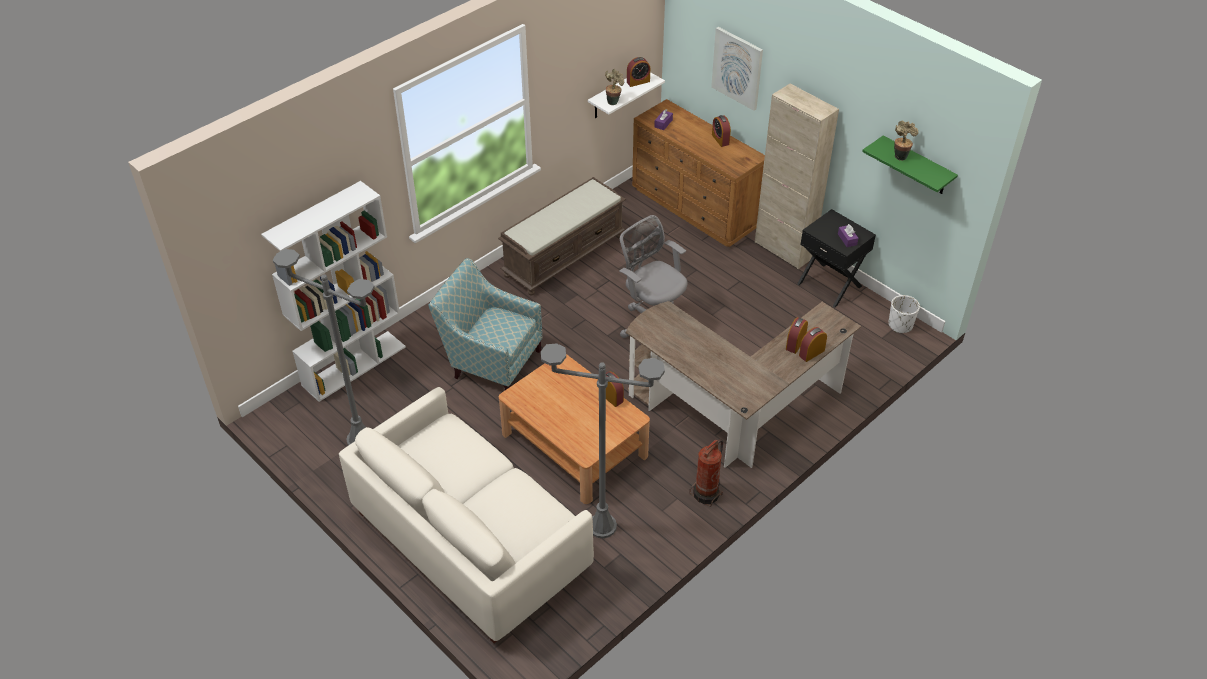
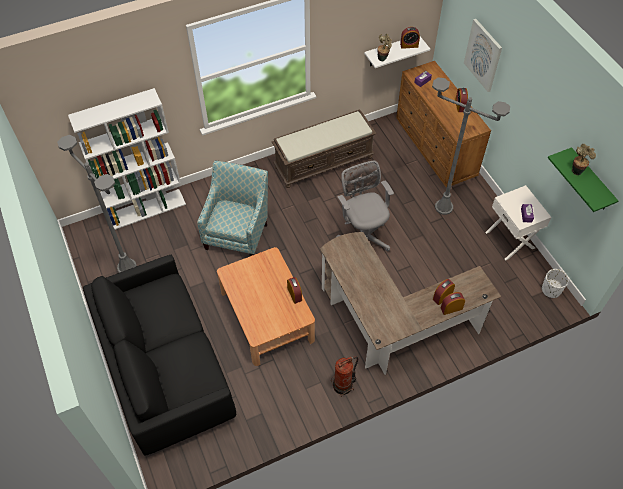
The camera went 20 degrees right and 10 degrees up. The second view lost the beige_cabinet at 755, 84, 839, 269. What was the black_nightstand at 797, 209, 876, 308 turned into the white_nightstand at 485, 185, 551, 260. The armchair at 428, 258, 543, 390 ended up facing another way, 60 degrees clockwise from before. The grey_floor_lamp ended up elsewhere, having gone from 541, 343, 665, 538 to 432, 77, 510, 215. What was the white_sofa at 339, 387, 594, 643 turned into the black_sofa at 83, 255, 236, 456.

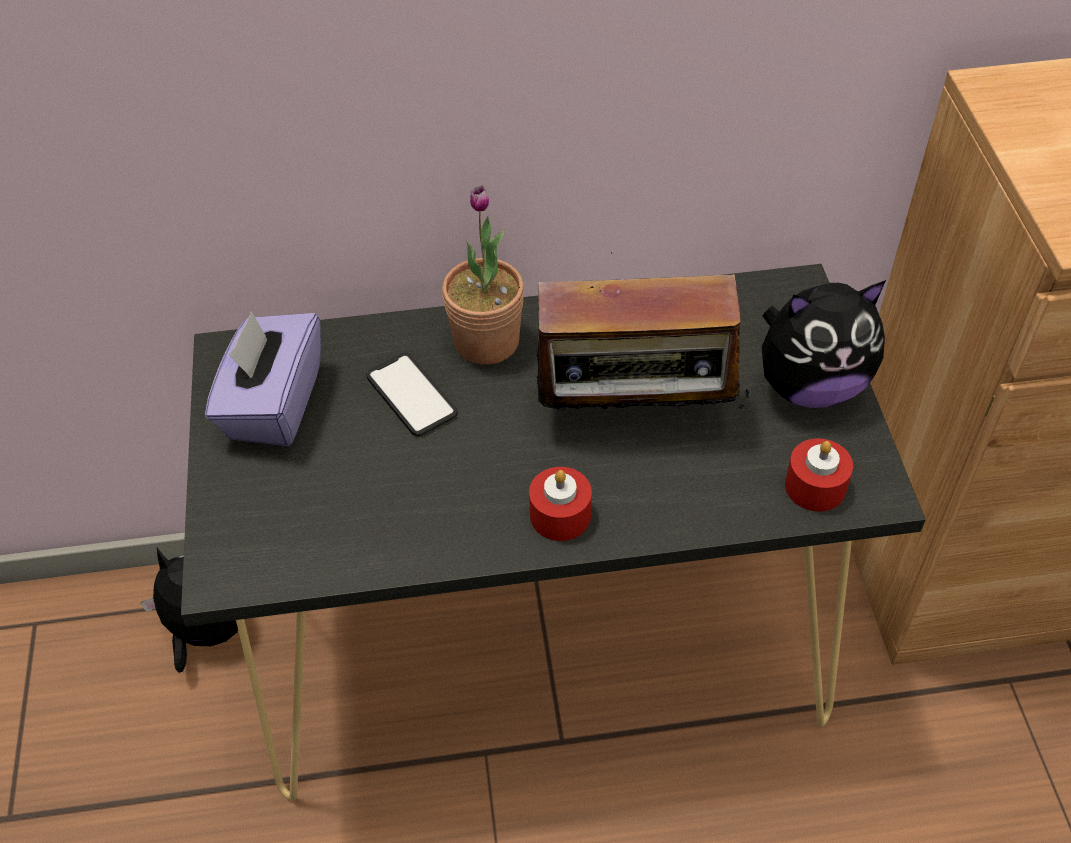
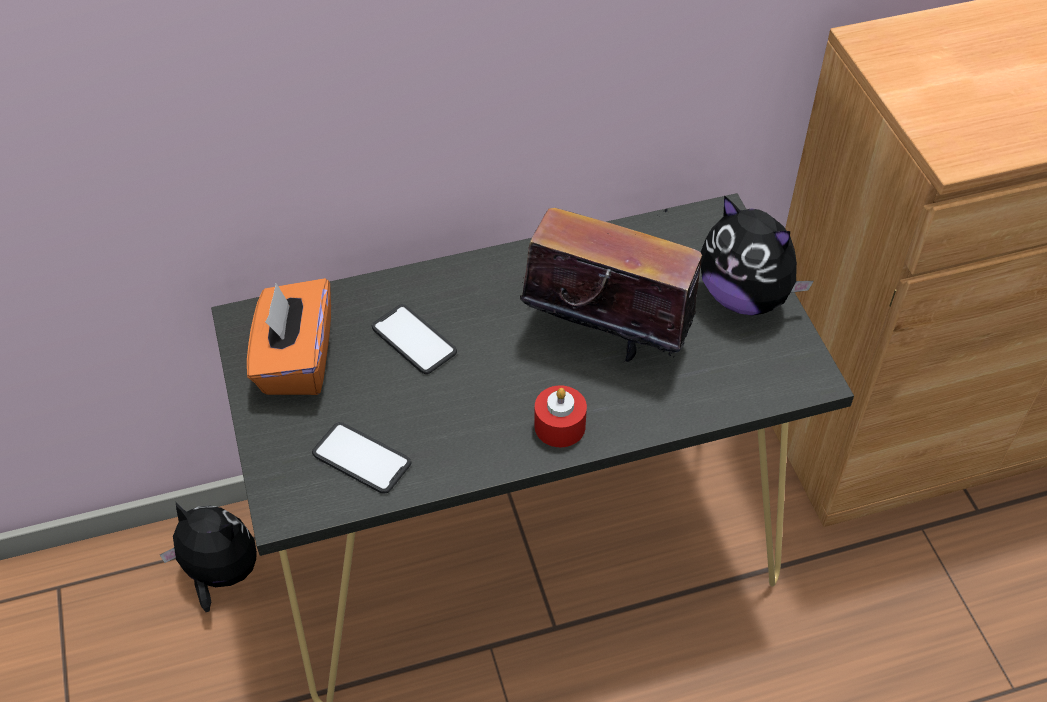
The camera went 10 degrees left and 0 degrees up. The second view lost the potted_plant at 442, 185, 524, 365. The radio at 519, 253, 750, 444 ended up facing another way, 150 degrees counterclockwise from before. The plush_toy at 762, 280, 886, 408 ended up facing another way, 60 degrees clockwise from before. What was the purple_tissue_box at 205, 312, 321, 446 turned into the orange_tissue_box at 247, 278, 331, 395. The second view lost the red_candle at 785, 438, 853, 512. The second view gained the phone at 312, 422, 411, 494.

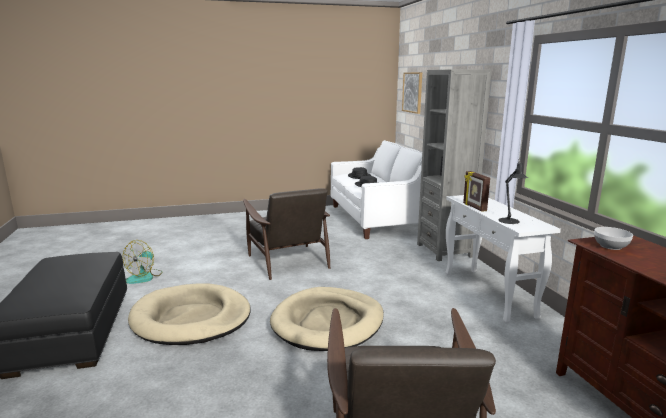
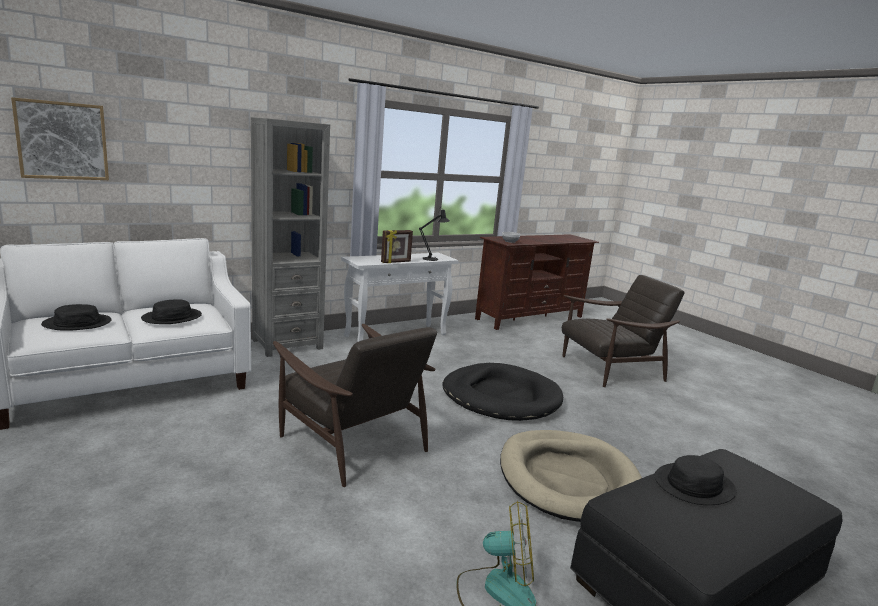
The camera went 110 degrees left and 0 degrees up. The brown_armchair at 243, 188, 330, 280 ended up facing another way, 90 degrees clockwise from before. What was the beige_dog_bed at 270, 287, 384, 351 turned into the black_dog_bed at 442, 363, 563, 421. The second view gained the black_hat at 655, 455, 737, 505.

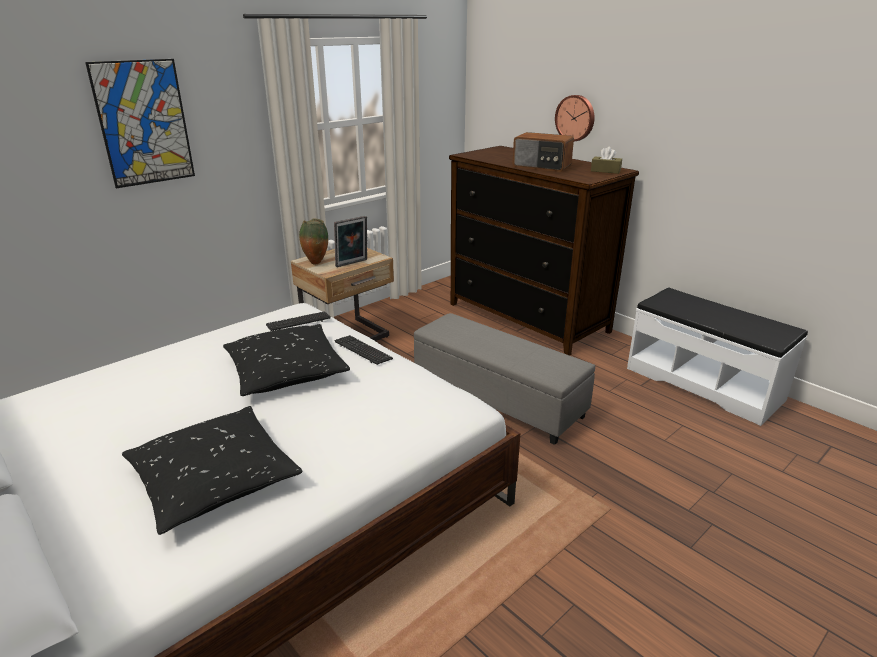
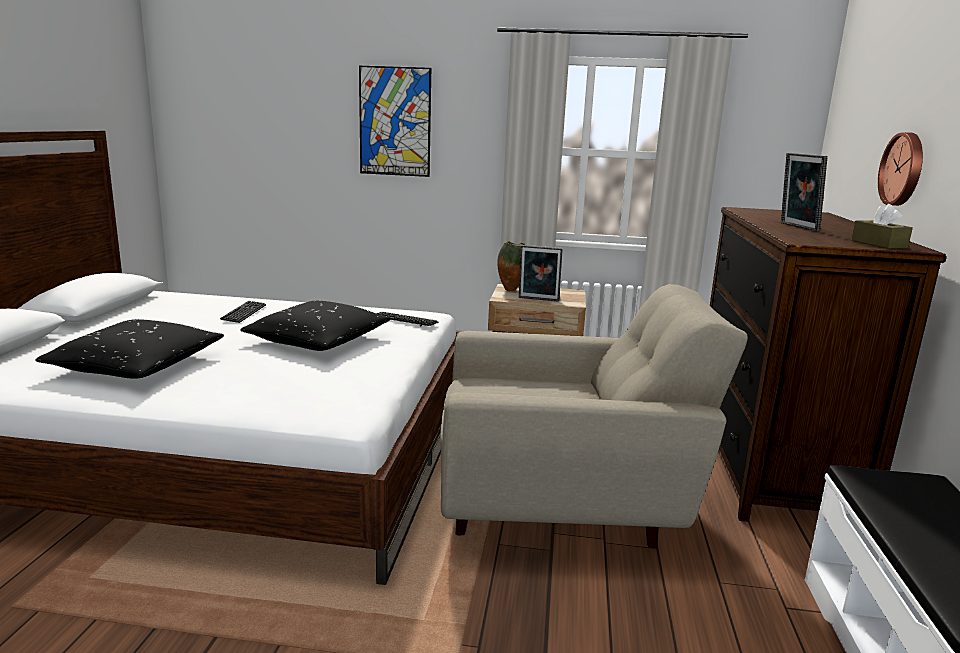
The camera went 50 degrees right and 10 degrees down. Where the radio stood at 512, 132, 574, 172, the picture_frame came to stand at 781, 153, 827, 231. Where the grey_ottoman stood at 414, 313, 595, 445, the beige_armchair came to stand at 440, 284, 748, 548. The keyboard ended up elsewhere, having gone from 334, 335, 393, 365 to 220, 301, 266, 323.

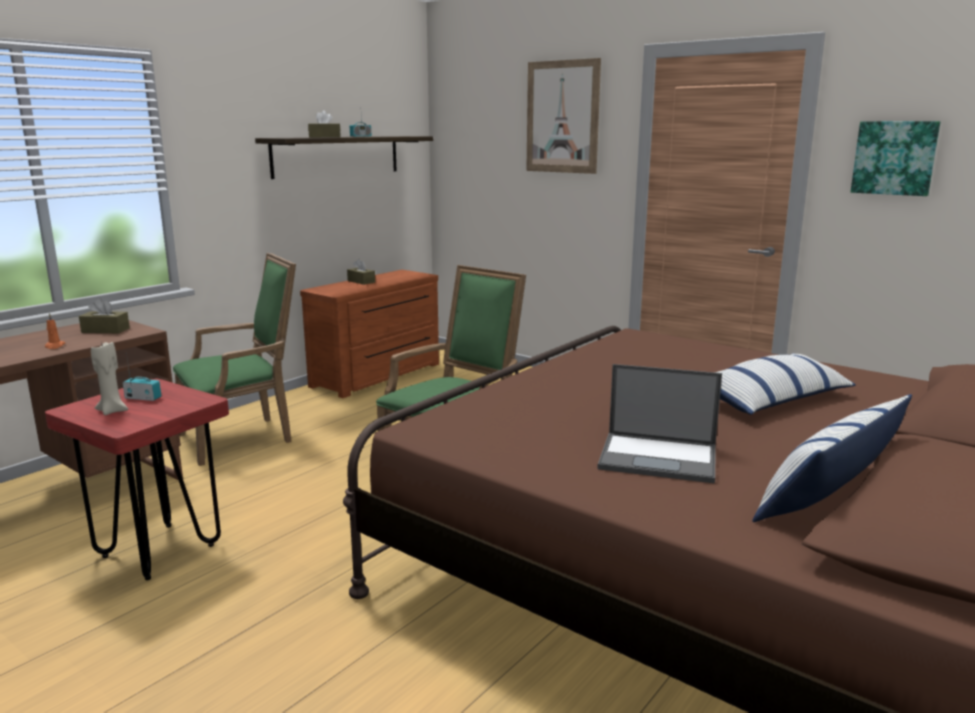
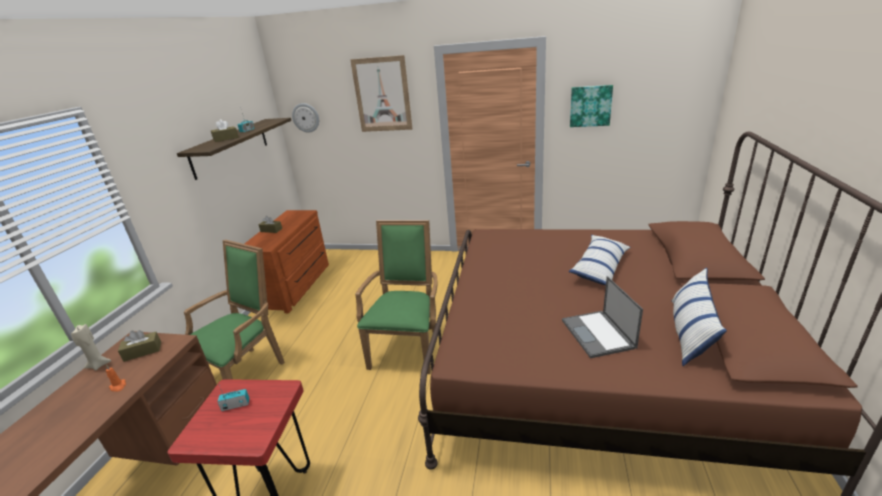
The camera went 25 degrees left and 10 degrees up. The beige_candle ended up elsewhere, having gone from 91, 341, 128, 415 to 71, 324, 111, 370. The laptop at 597, 364, 722, 483 ended up facing another way, 90 degrees clockwise from before. The second view gained the wall_clock at 292, 103, 319, 133.

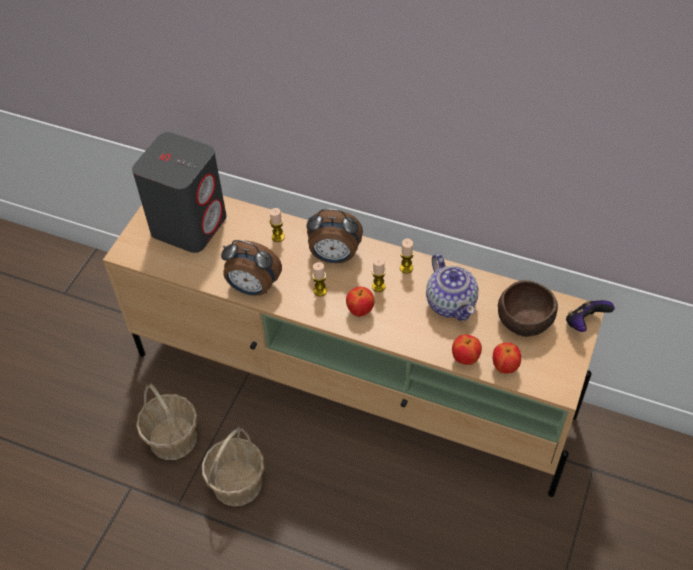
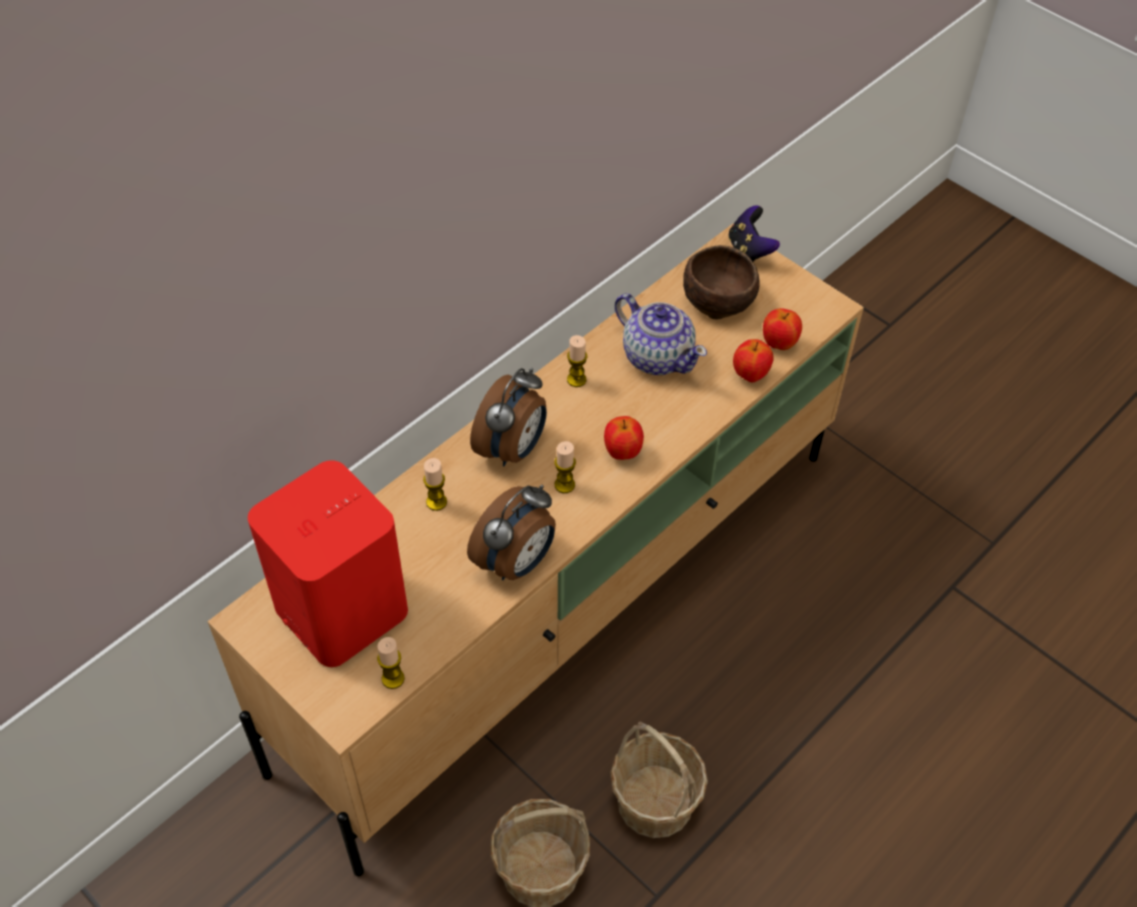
The camera went 70 degrees left and 0 degrees up. What was the grey_speaker at 132, 132, 227, 253 turned into the red_speaker at 248, 460, 408, 667. The teapot at 426, 254, 478, 321 ended up facing another way, 45 degrees clockwise from before. The candle ended up elsewhere, having gone from 372, 258, 386, 292 to 377, 637, 405, 689.

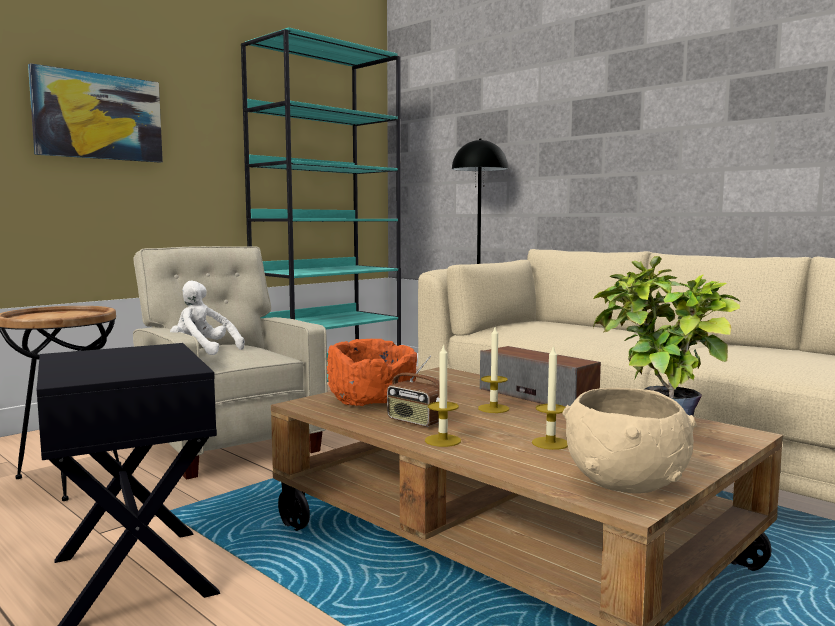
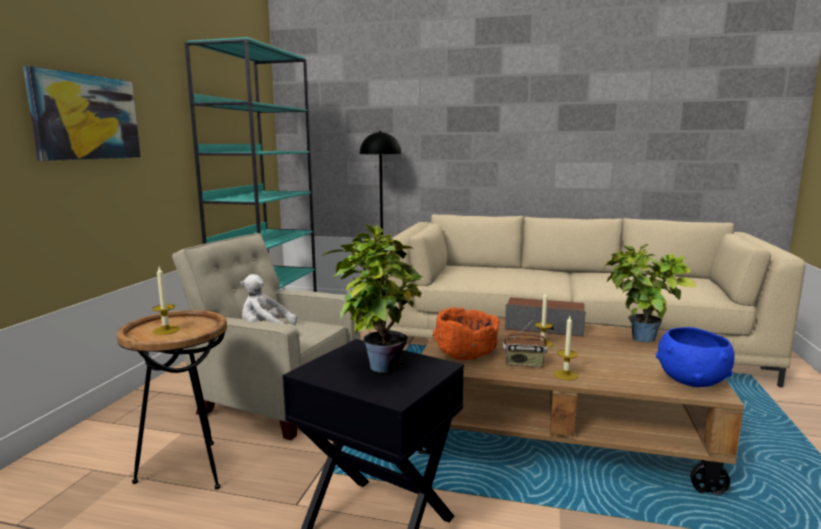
The camera went 30 degrees left and 5 degrees up. The candle ended up elsewhere, having gone from 532, 346, 568, 450 to 152, 267, 180, 335. What was the beige_bowl at 563, 388, 697, 494 turned into the blue_bowl at 656, 327, 735, 387. The second view gained the potted_plant at 322, 224, 423, 372.

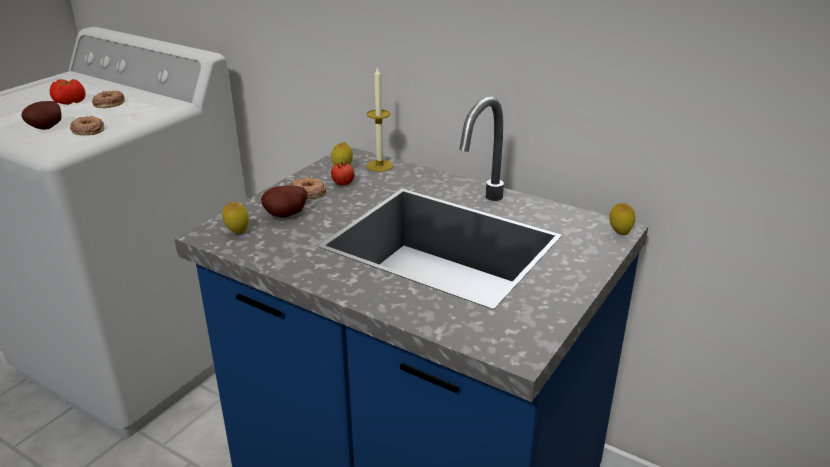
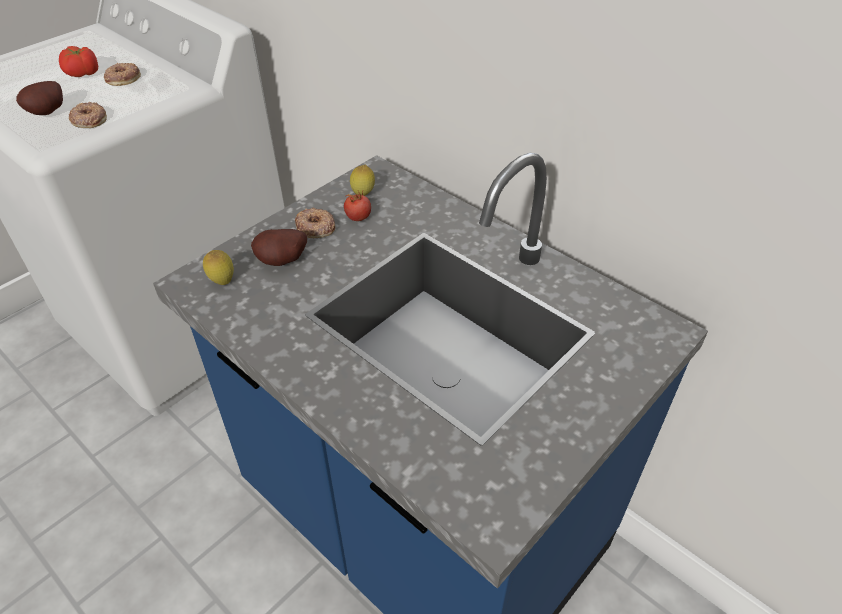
The camera went 10 degrees right and 15 degrees up. The second view lost the candle at 366, 68, 393, 172. The second view lost the lemon at 609, 203, 636, 235.

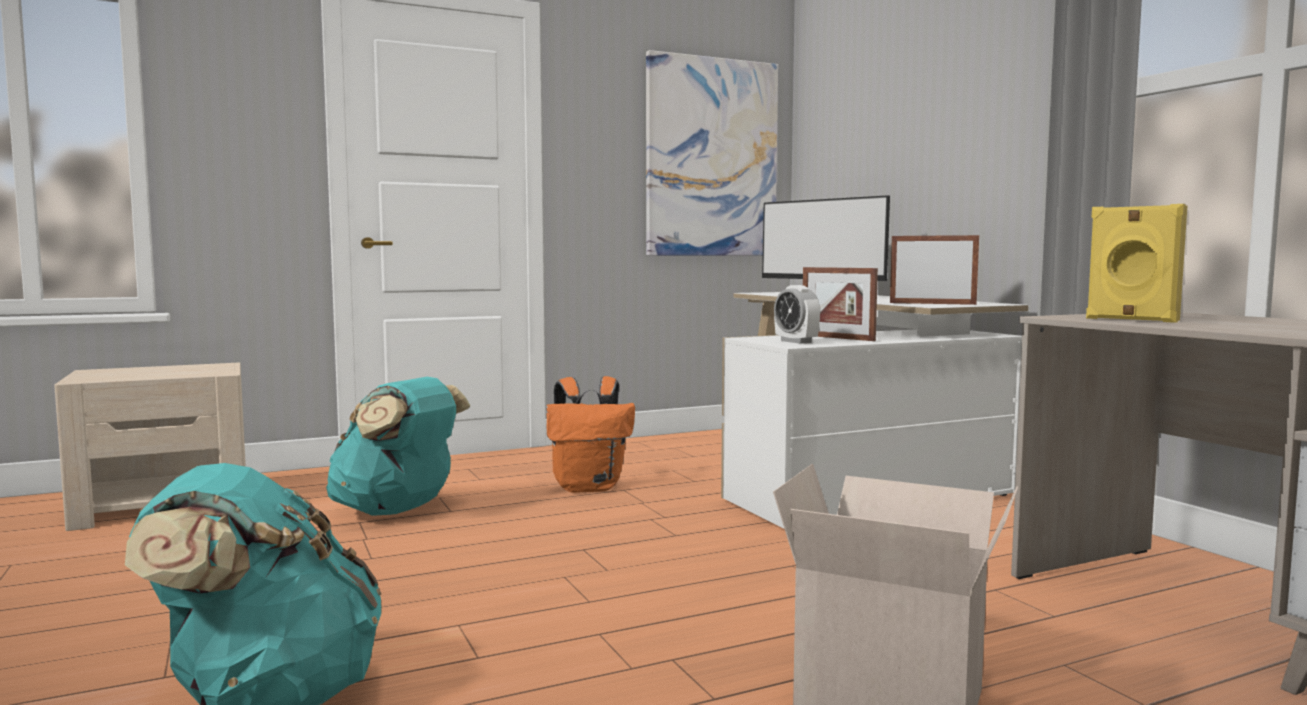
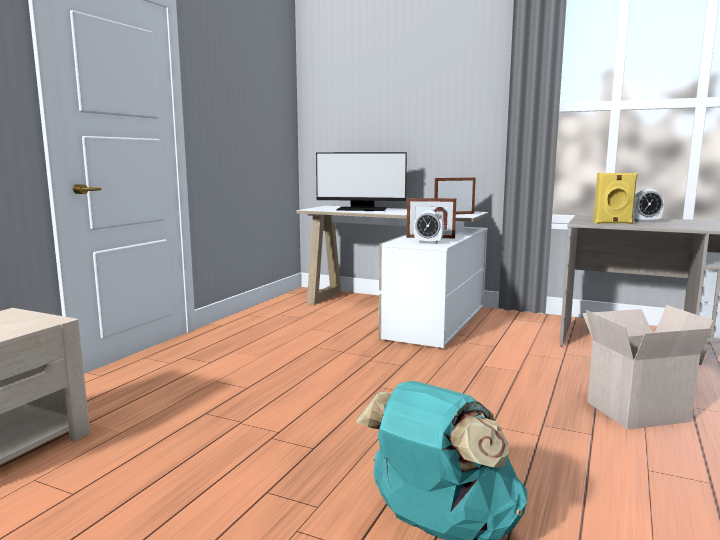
The camera went 40 degrees left and 5 degrees up. The second view lost the picture at 646, 50, 778, 255. The second view lost the orange_backpack at 546, 376, 635, 493. The second view lost the turquoise_backpack at 326, 377, 471, 516. The second view gained the alarm_clock at 633, 189, 664, 222.

